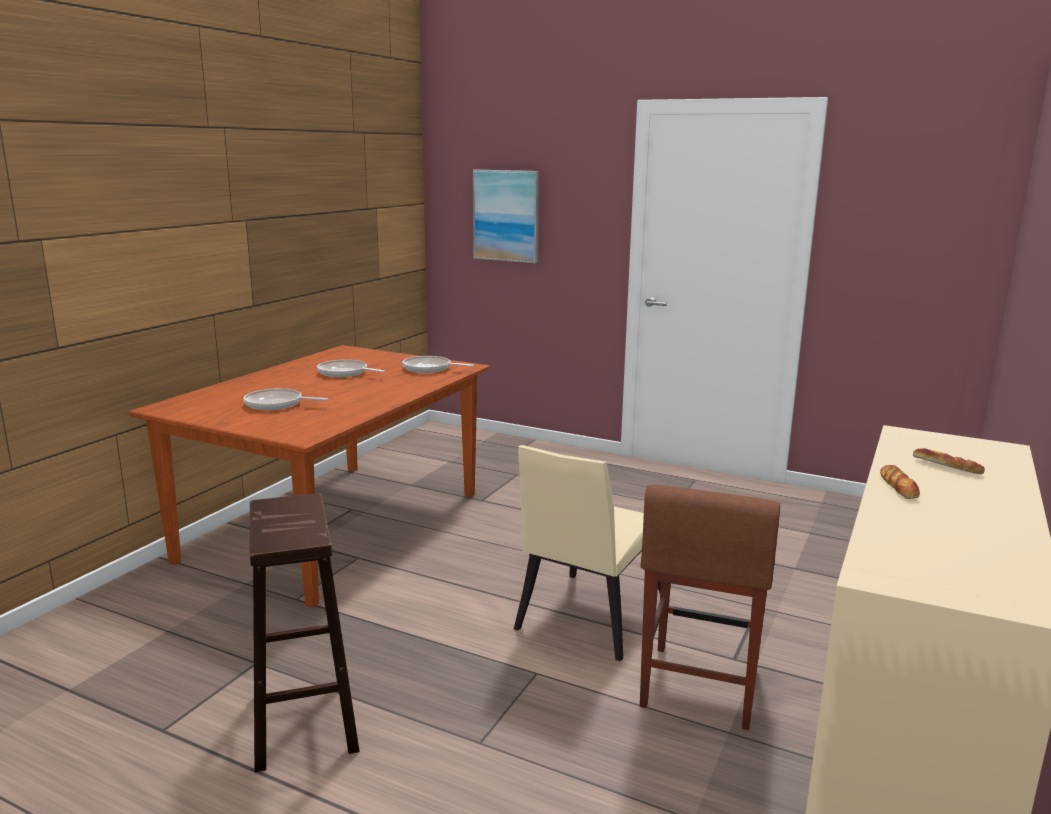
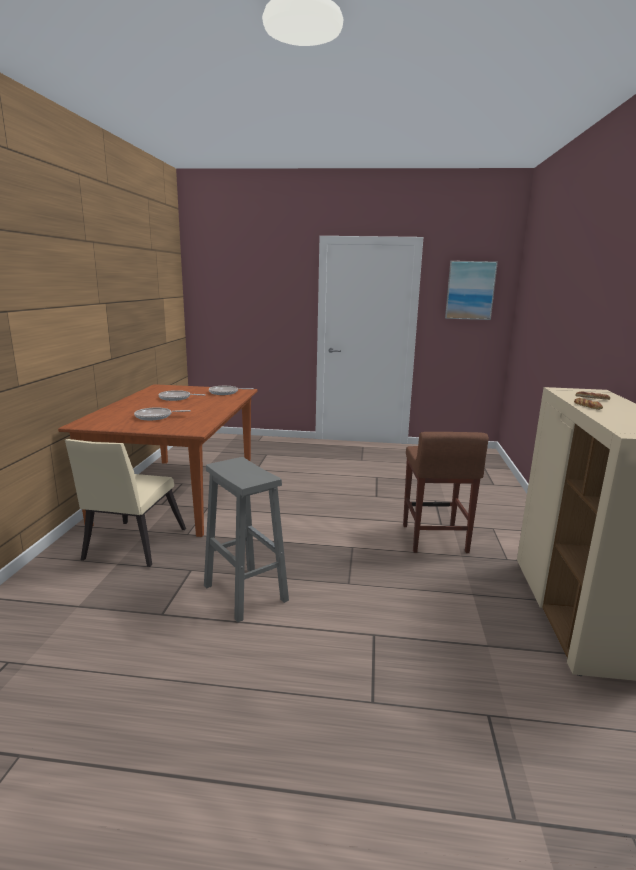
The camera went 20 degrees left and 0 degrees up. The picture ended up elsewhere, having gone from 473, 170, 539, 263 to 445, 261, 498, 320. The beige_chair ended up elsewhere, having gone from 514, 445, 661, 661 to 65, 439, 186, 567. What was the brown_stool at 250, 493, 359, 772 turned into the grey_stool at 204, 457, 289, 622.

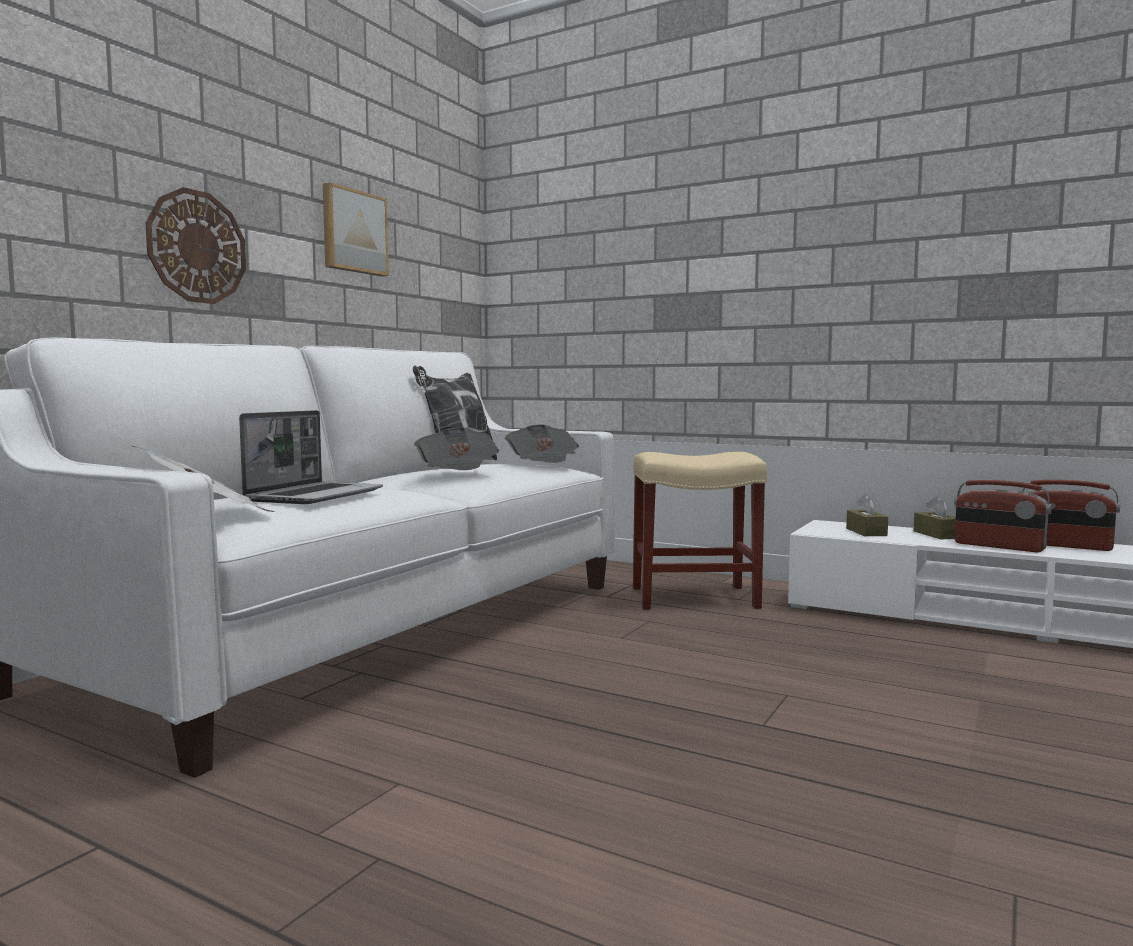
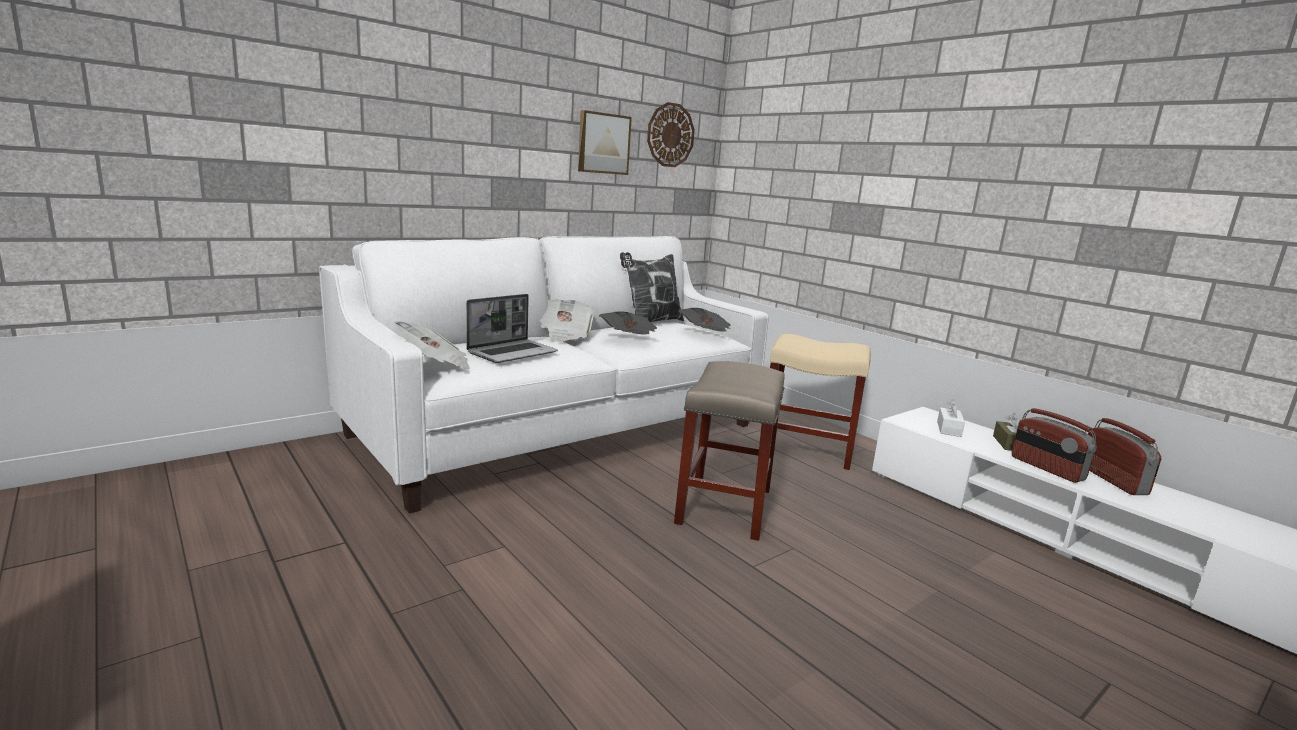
The camera went 20 degrees right and 10 degrees up. The wall_clock ended up elsewhere, having gone from 145, 187, 246, 304 to 647, 102, 695, 167. The radio at 1022, 480, 1120, 551 ended up facing another way, 150 degrees counterclockwise from before. What was the brown_tissue_box at 846, 495, 888, 536 turned into the white_tissue_box at 937, 399, 965, 437. The second view gained the newspaper at 540, 299, 595, 342. The second view gained the beige_stool at 674, 361, 784, 541.

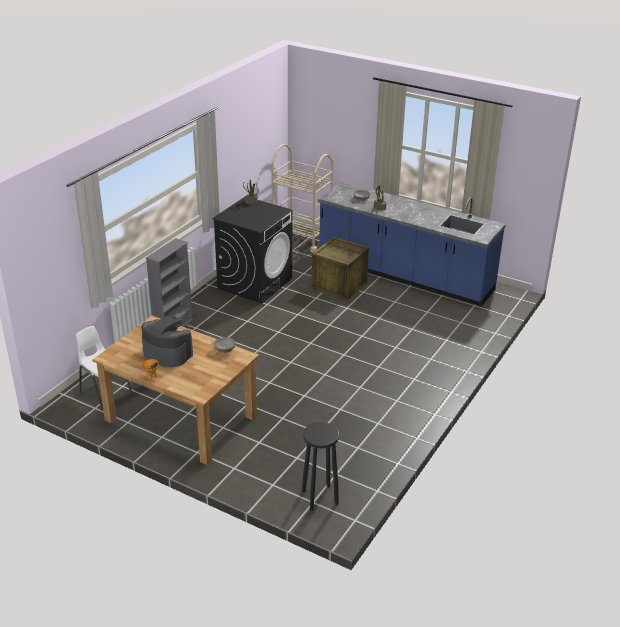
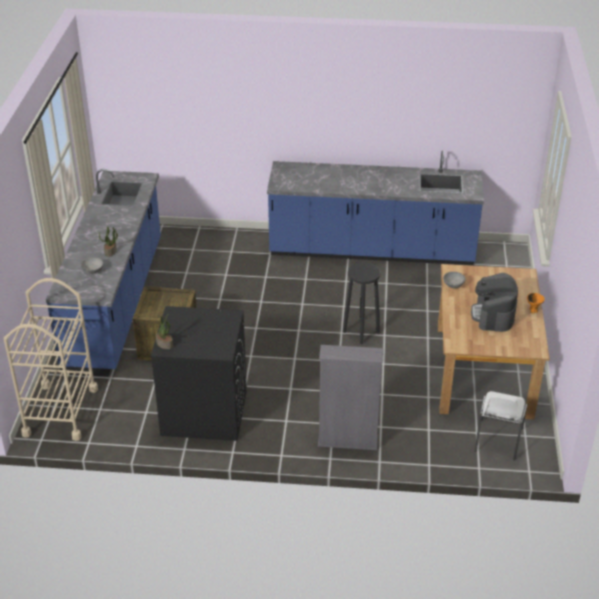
The camera went 115 degrees left and 5 degrees up. The black_stool ended up elsewhere, having gone from 302, 422, 339, 511 to 343, 262, 381, 344. The second view gained the blue_counter at 267, 151, 484, 265.

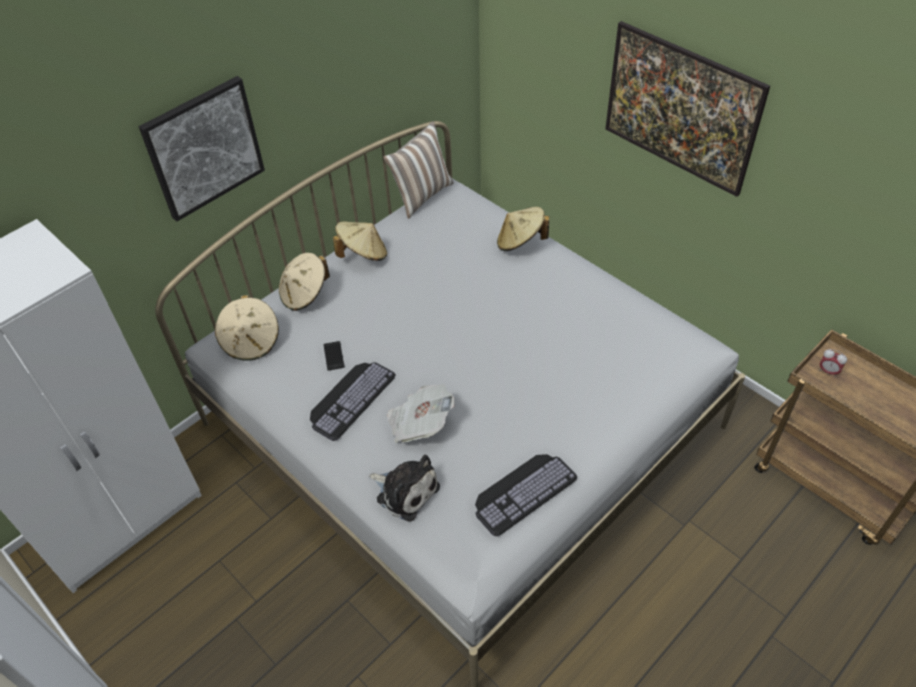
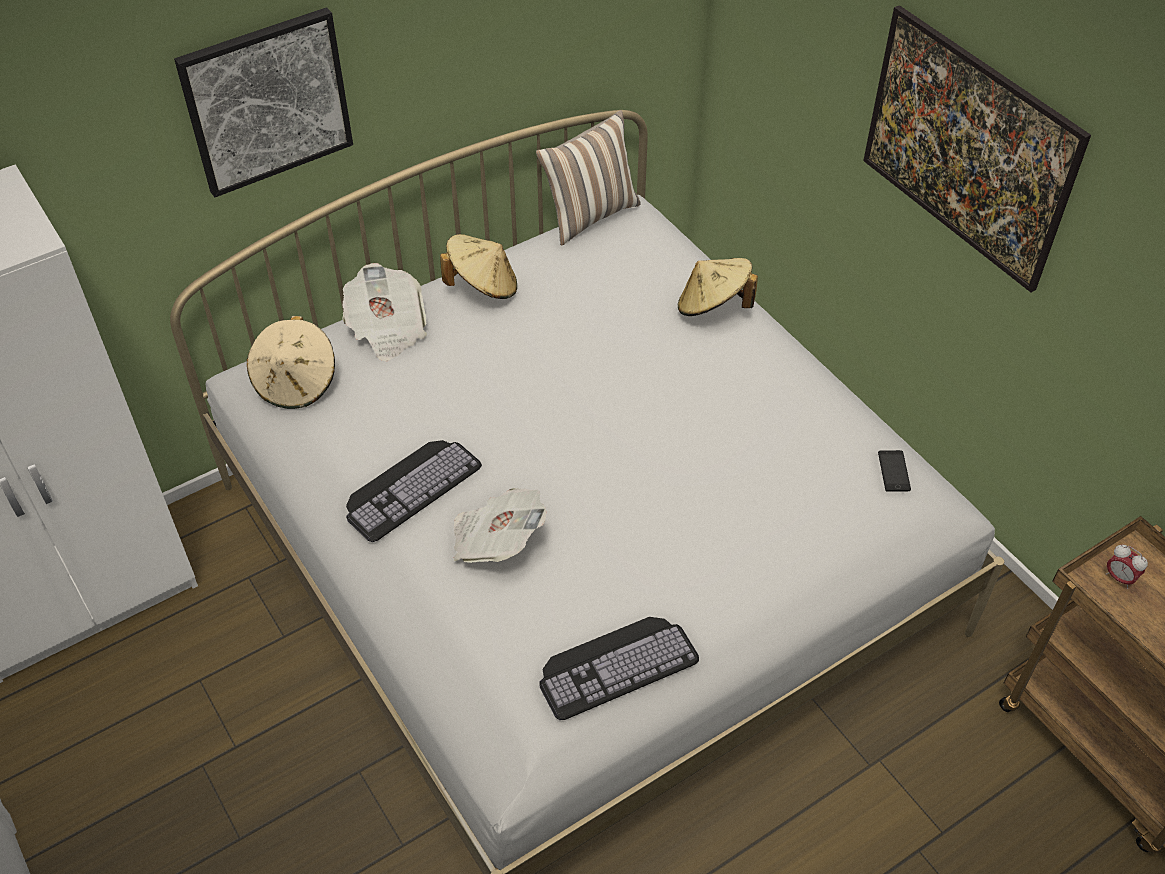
The camera went 10 degrees right and 0 degrees up. Where the beige_hat stood at 279, 253, 330, 311, the newspaper came to stand at 342, 263, 427, 361. The phone ended up elsewhere, having gone from 324, 341, 344, 371 to 878, 450, 911, 492. The second view lost the plush_toy at 369, 454, 440, 522.

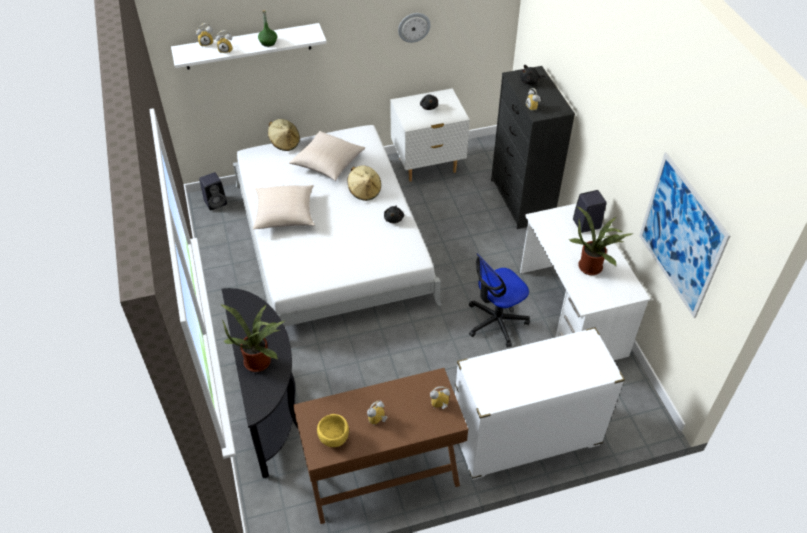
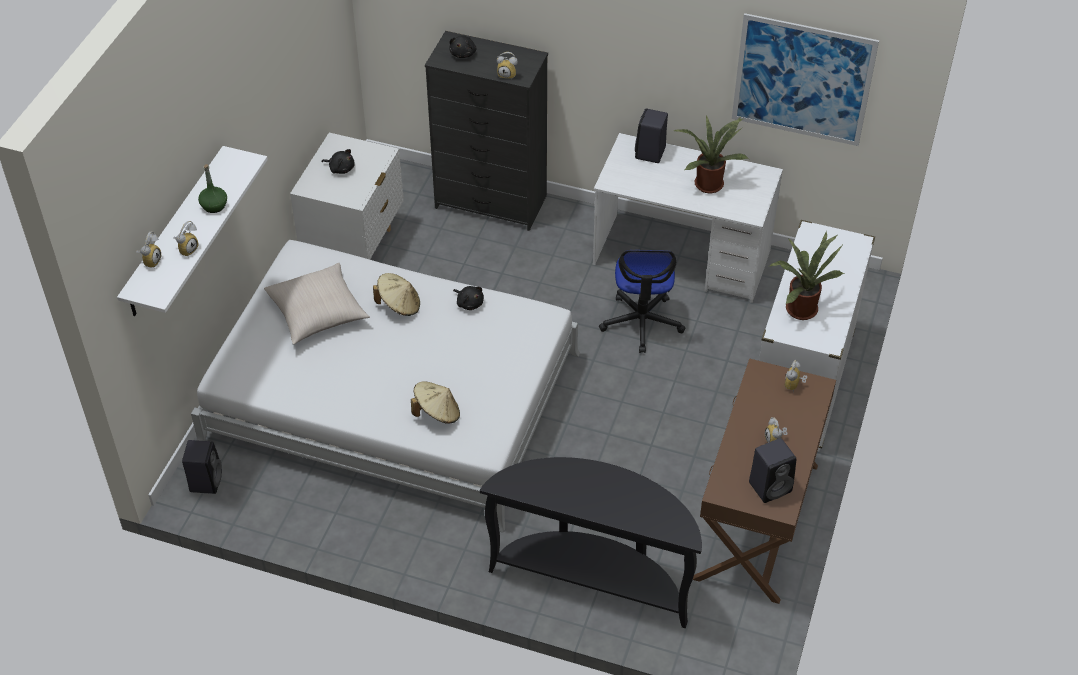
The camera went 55 degrees left and 0 degrees up. The second view lost the wall_clock at 398, 13, 431, 43. The beige_hat ended up elsewhere, having gone from 268, 119, 300, 151 to 411, 381, 460, 424. The second view lost the beige_pillow at 253, 185, 315, 229. The potted_plant ended up elsewhere, having gone from 220, 304, 287, 372 to 770, 232, 844, 320. Where the yellow_bowl stood at 317, 414, 349, 447, the black_speaker came to stand at 749, 438, 796, 503.

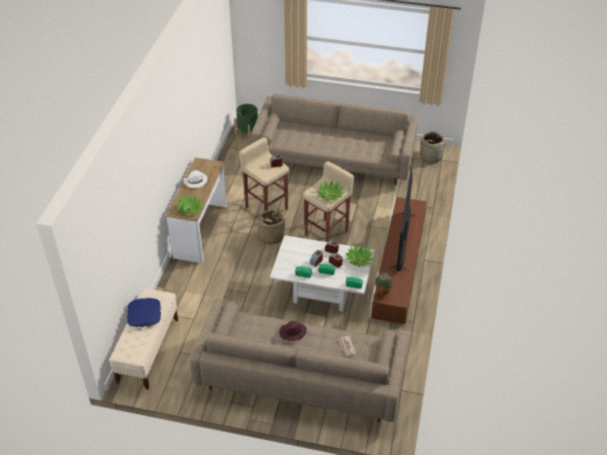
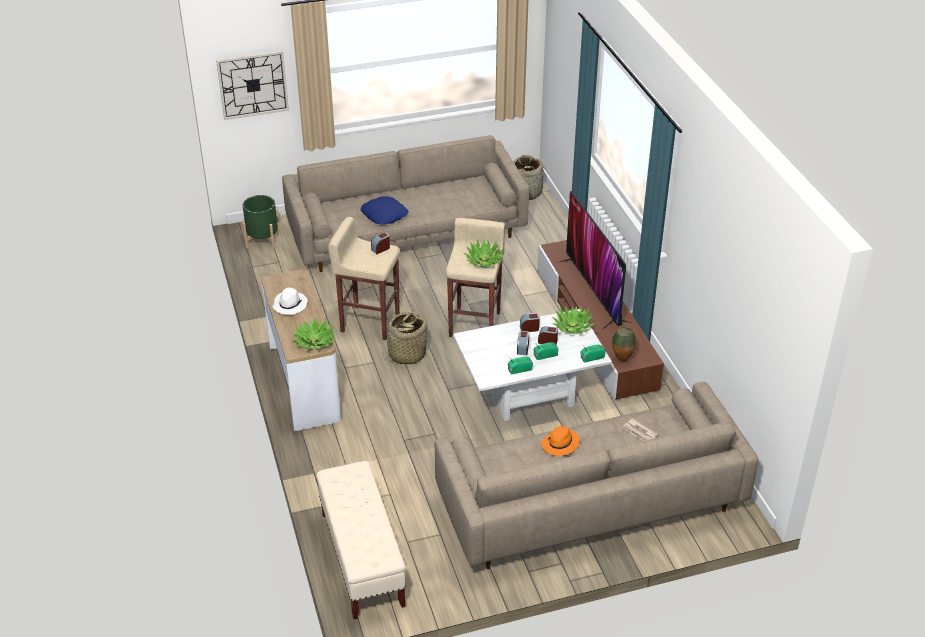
The camera went 30 degrees left and 5 degrees down. The blue_pillow ended up elsewhere, having gone from 127, 298, 161, 327 to 361, 196, 408, 225. What was the purple_hat at 279, 321, 307, 341 turned into the orange_hat at 541, 426, 580, 456. The second view gained the wall_clock at 216, 51, 289, 120.

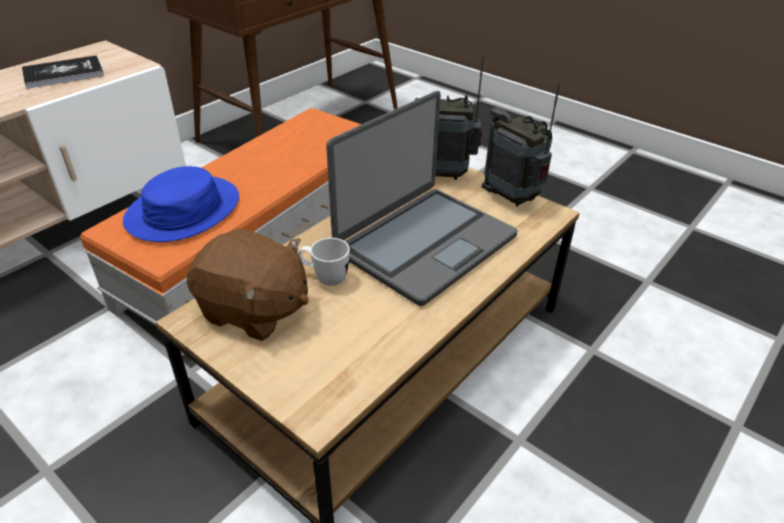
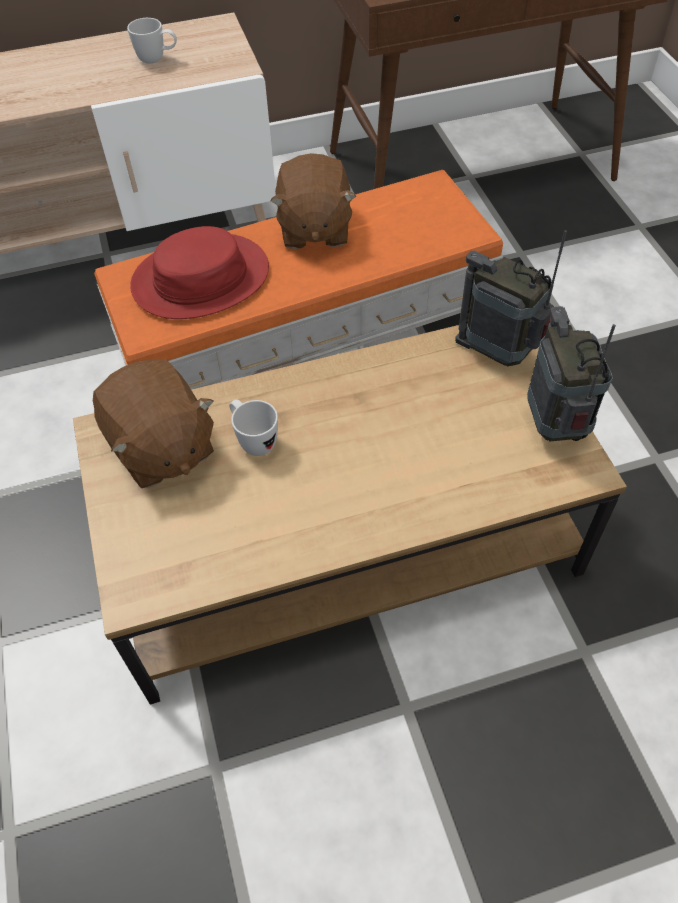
The camera went 35 degrees right and 15 degrees up. Where the book stood at 22, 55, 104, 89, the white_mug came to stand at 127, 18, 177, 63. The second view lost the laptop at 326, 91, 517, 306. What was the blue_hat at 123, 166, 239, 242 turned into the red_hat at 130, 226, 269, 319. The second view gained the brown_plush_toy at 270, 153, 356, 249.

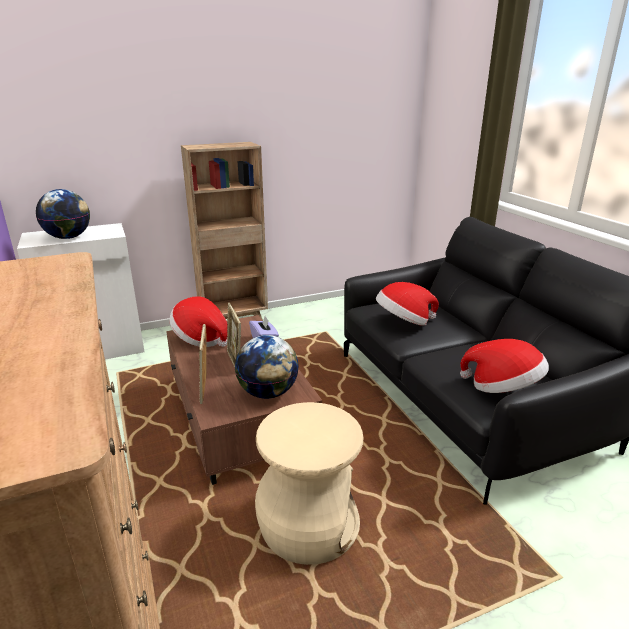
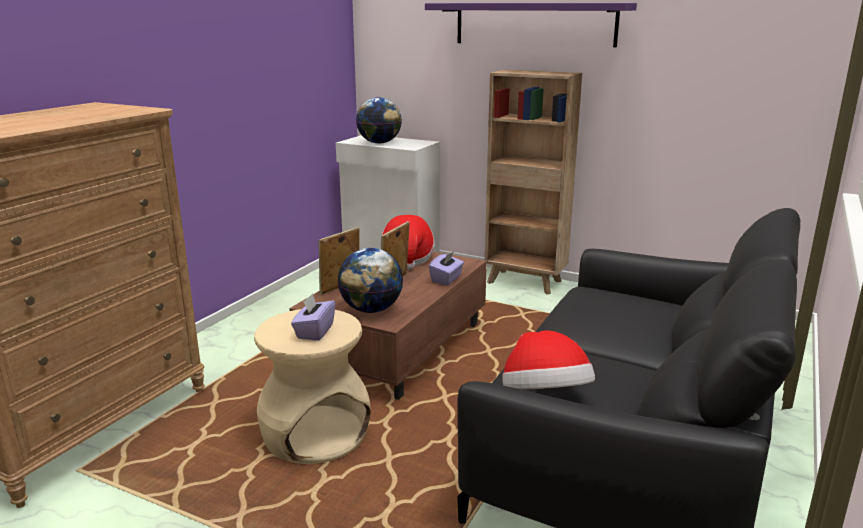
The camera went 50 degrees right and 5 degrees down. The second view lost the hat at 376, 282, 439, 326. The second view gained the purple_shelf at 425, 3, 637, 47. The second view gained the purple_tissue_box at 291, 293, 335, 341.

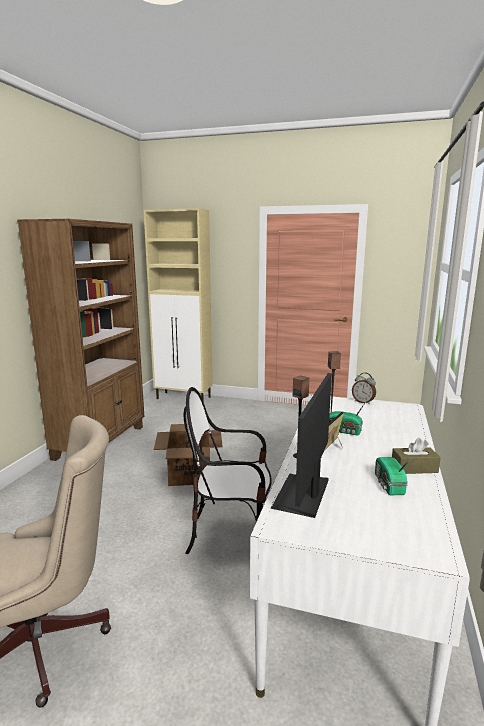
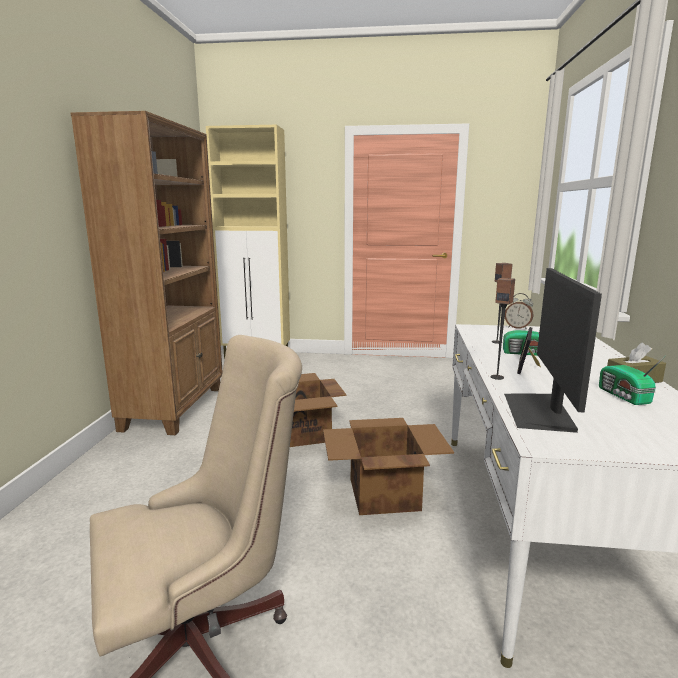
The camera went 10 degrees left and 0 degrees up. Where the chair stood at 183, 387, 272, 554, the cardboard_box came to stand at 323, 418, 454, 515.

